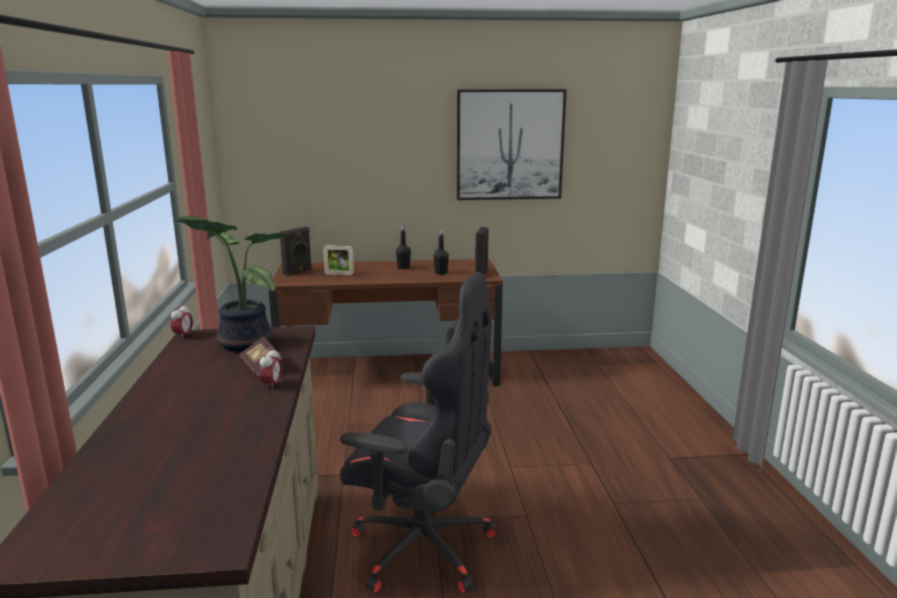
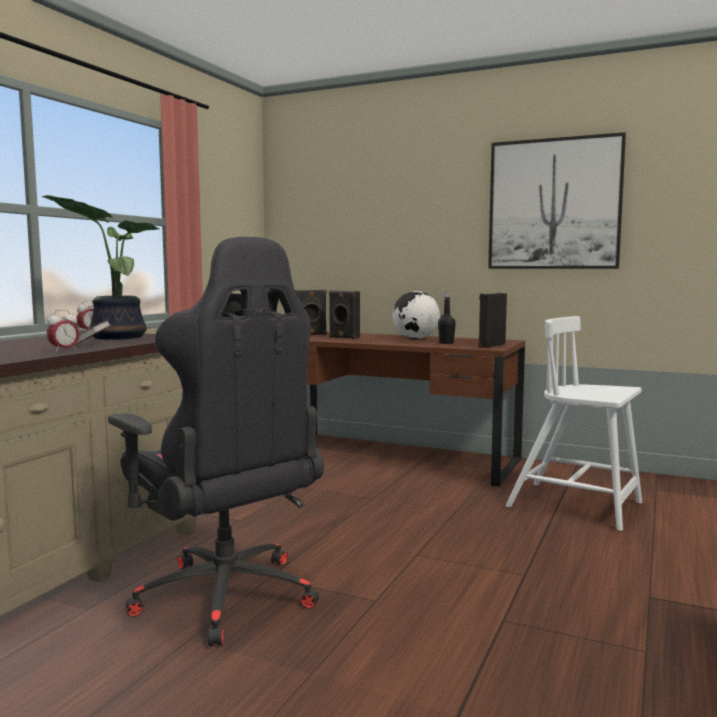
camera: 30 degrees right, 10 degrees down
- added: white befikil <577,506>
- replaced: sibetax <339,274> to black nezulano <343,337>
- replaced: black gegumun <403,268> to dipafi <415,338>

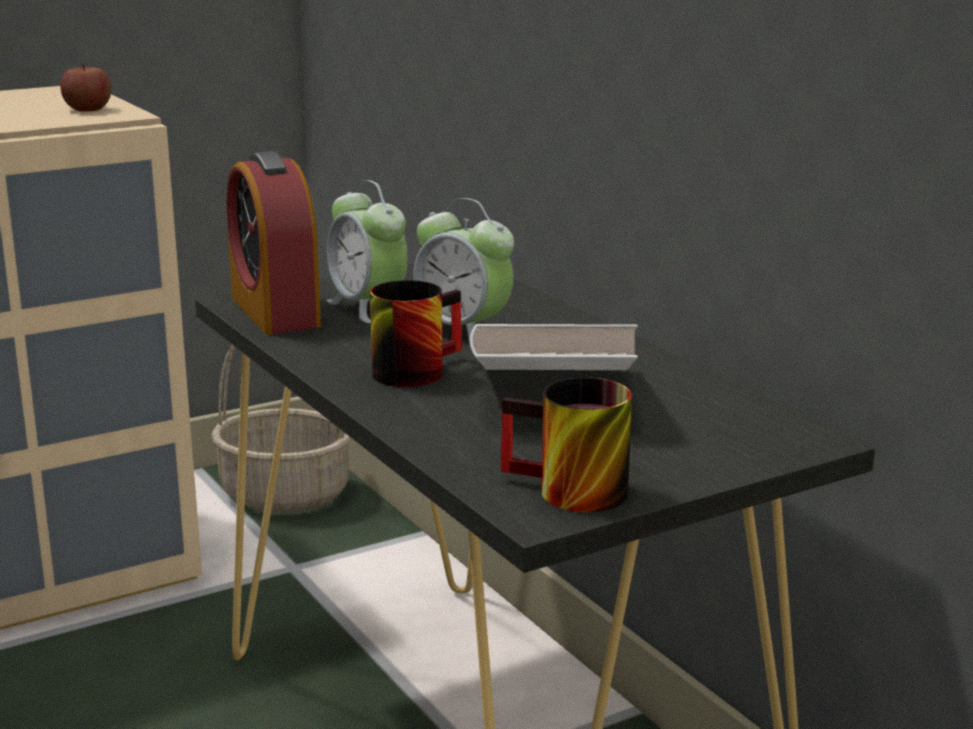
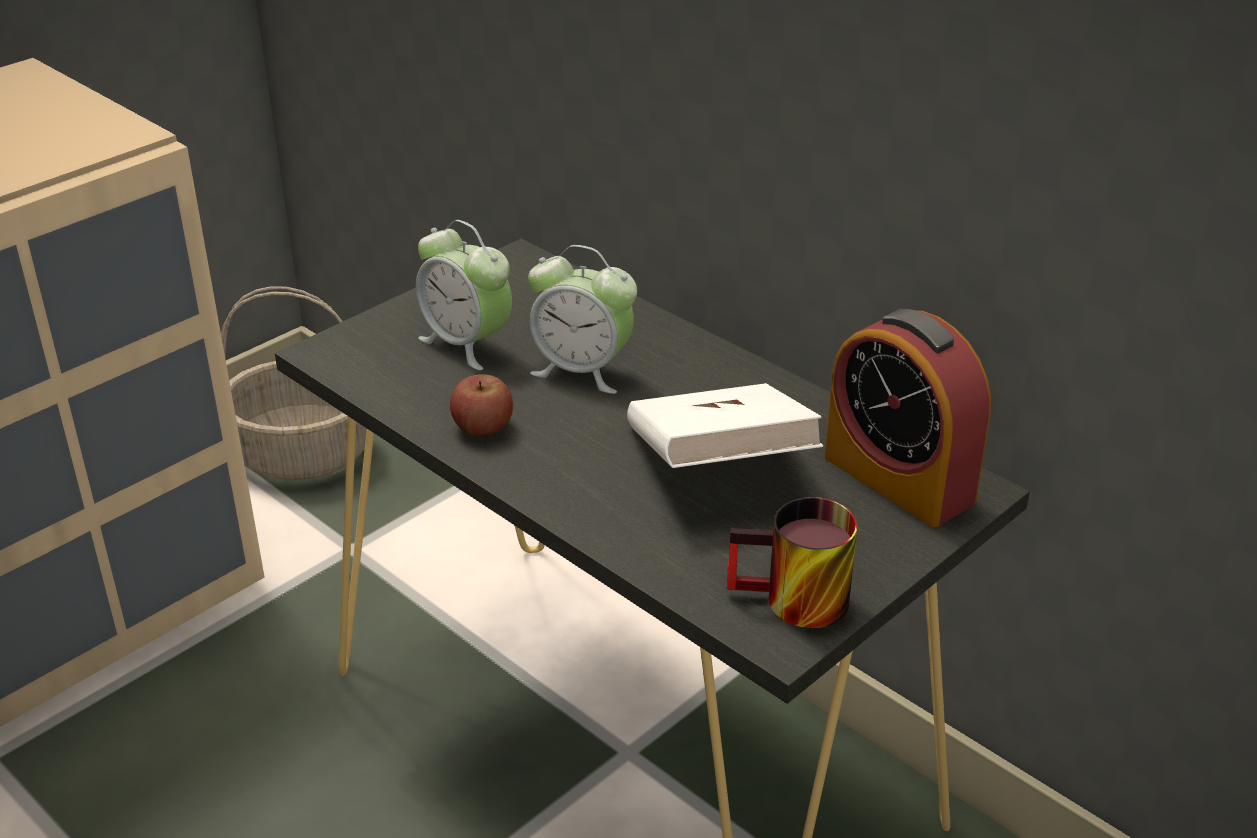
camera: 15 degrees left, 15 degrees up
- removed: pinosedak <413,369>
- moved: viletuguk <88,109> to <483,427>
- moved: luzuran <275,312> to <898,479>

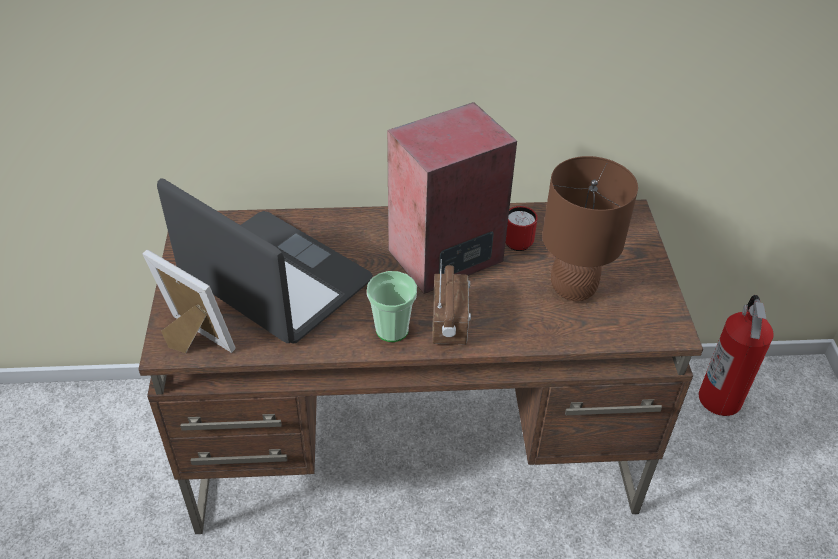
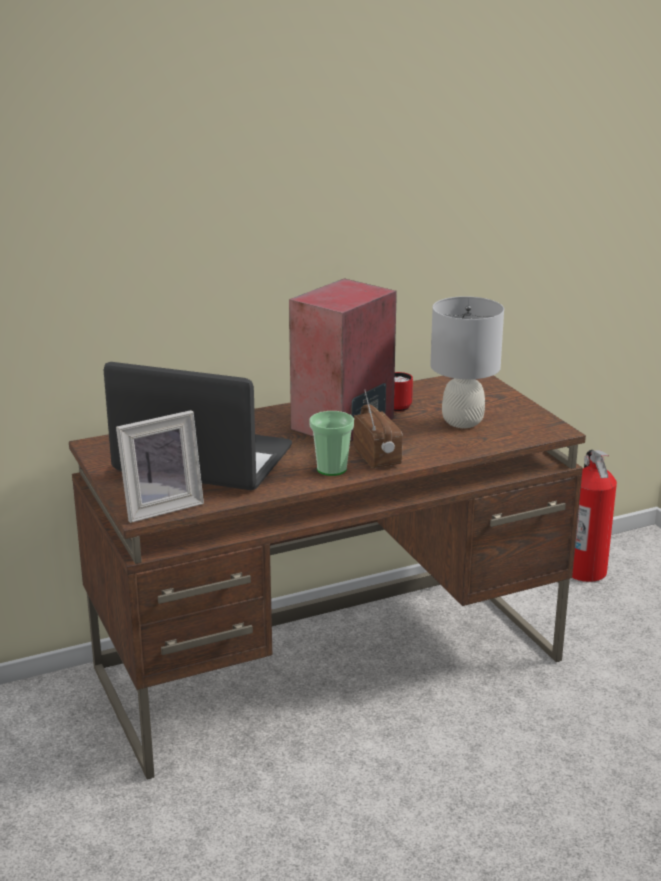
camera: 20 degrees left, 20 degrees down
- recoloured: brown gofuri <570,289> to grey gofuri <460,423>
- turned: sibetax <192,342> = <160,507> 135 degrees clockwise

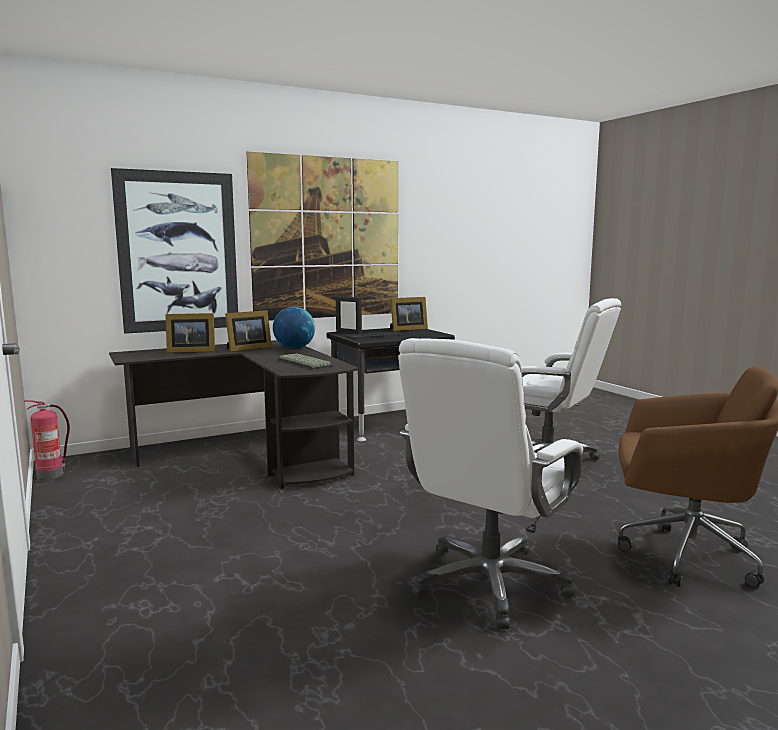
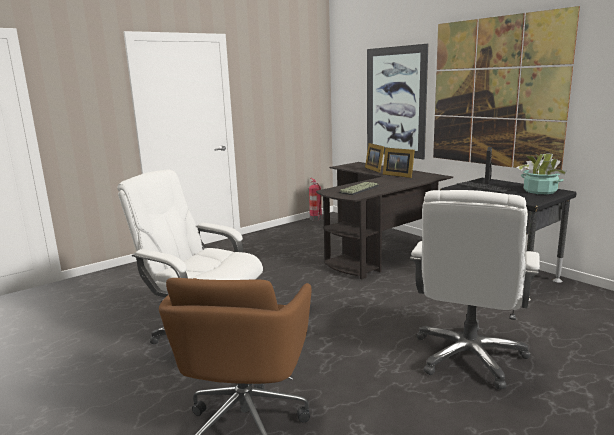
camera: 80 degrees right, 5 degrees up
- removed: dipafi <294,348>
- replaced: sibetax <407,329> to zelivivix <540,191>

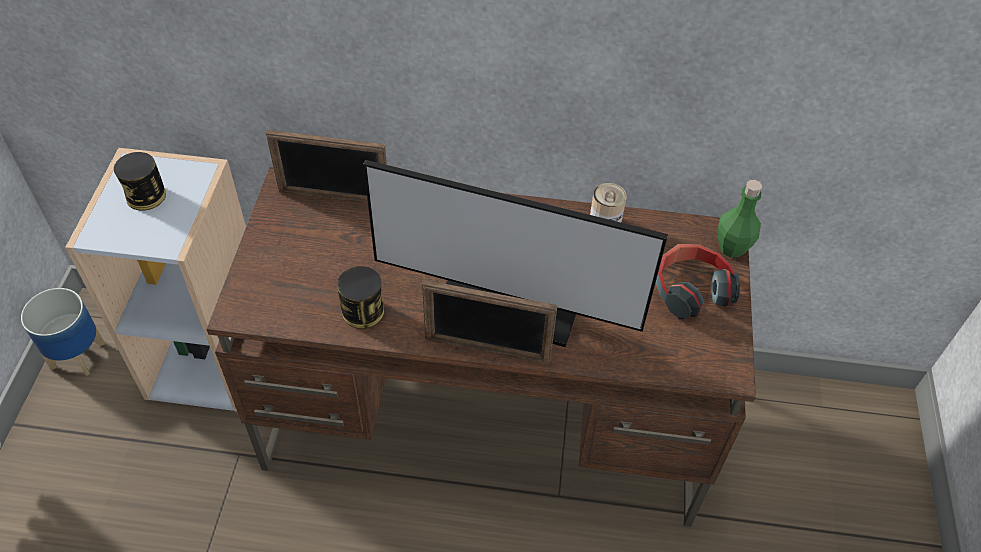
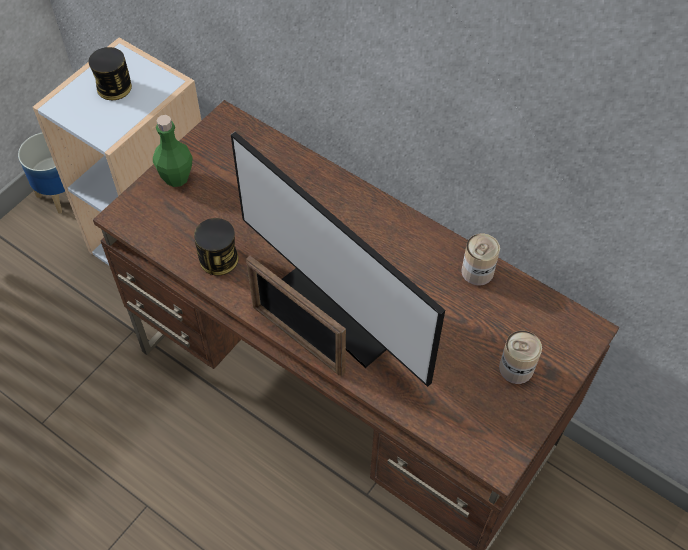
camera: 30 degrees right, 5 degrees up
- removed: sibetax <334,198>
- moved: green gegumun <732,248> to <176,177>
- replaced: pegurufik <691,289> to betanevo <516,368>

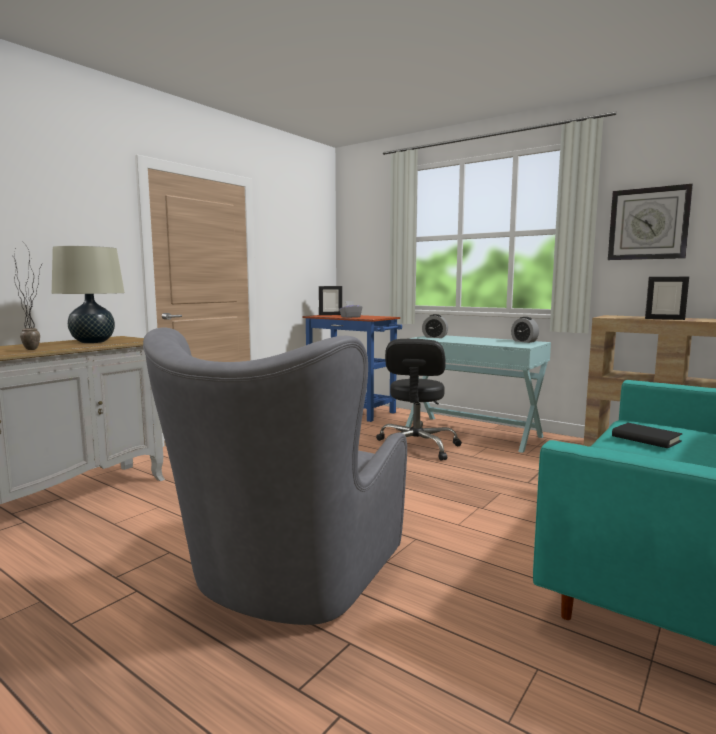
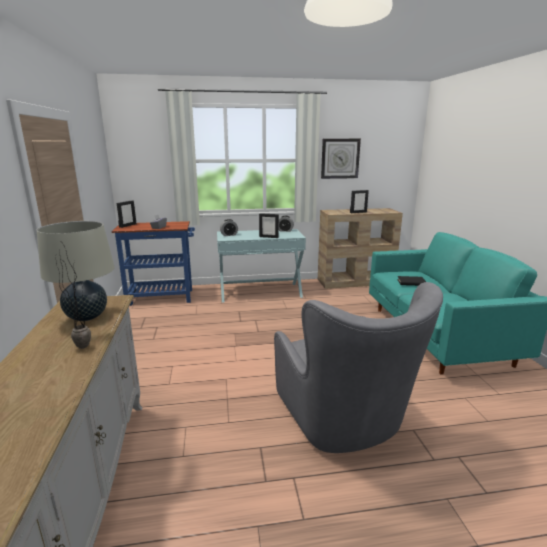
camera: 45 degrees left, 10 degrees up
- removed: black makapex <415,448>
- added: sibetax <269,237>

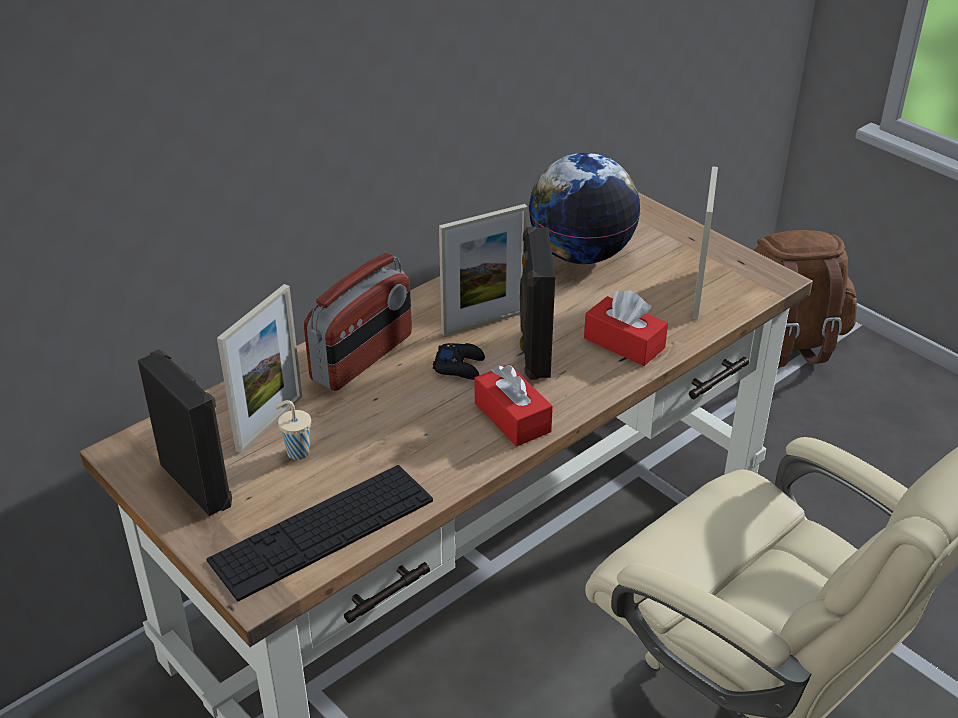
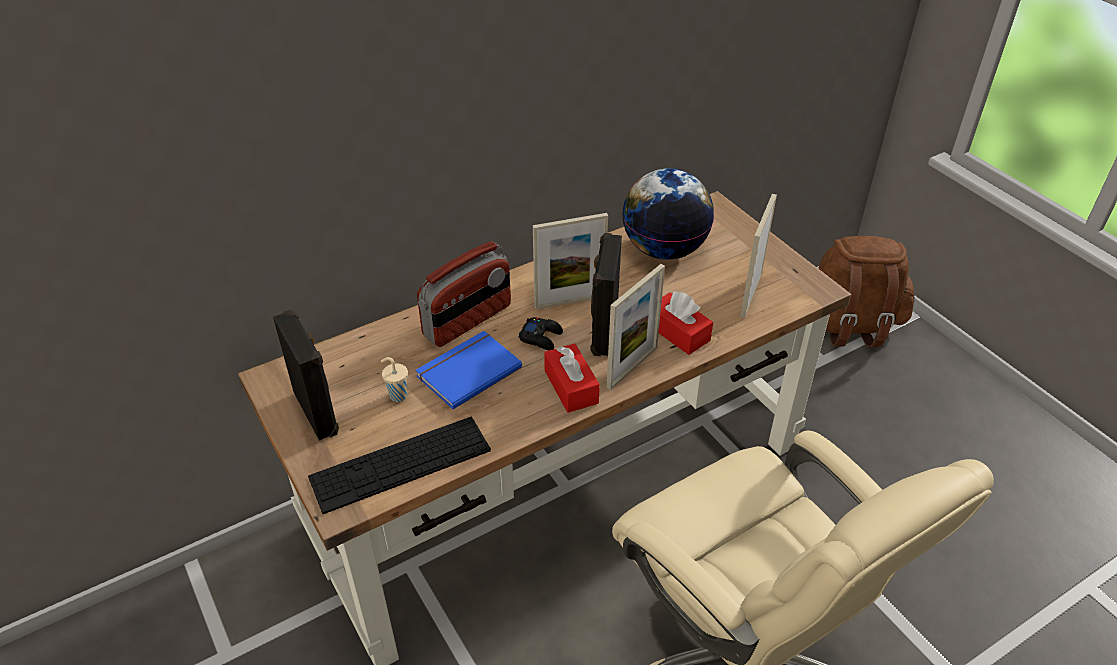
camera: 10 degrees right, 5 degrees up
- added: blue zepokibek <467,371>
- moved: sibetax <270,423> to <632,367>

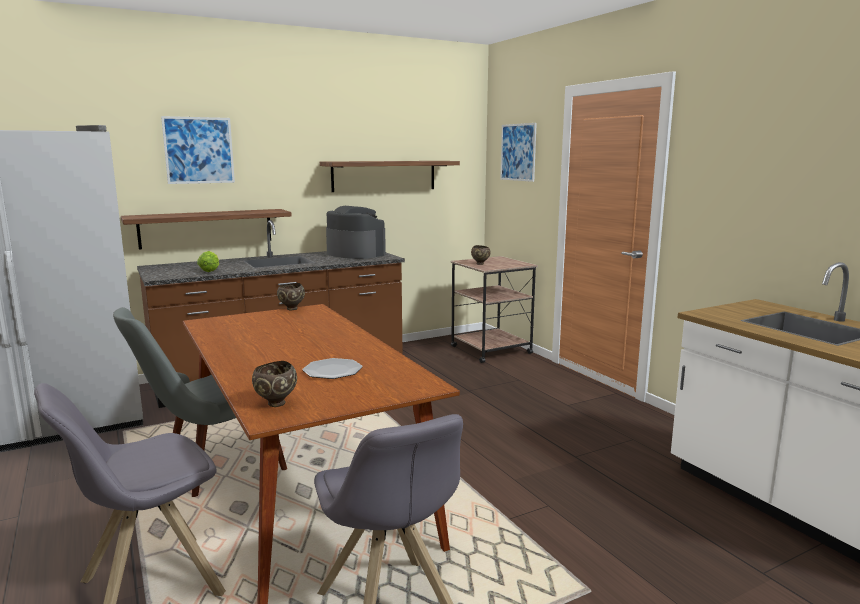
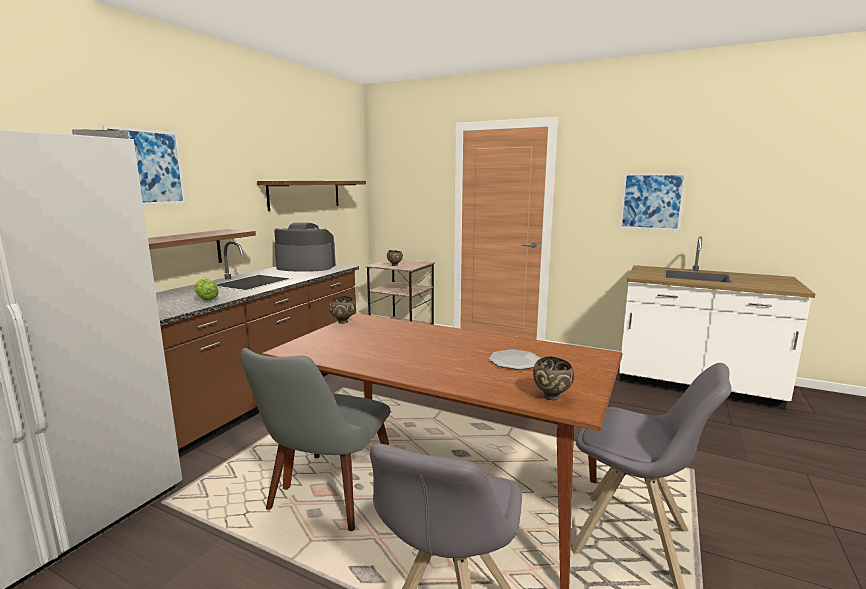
camera: 35 degrees left, 0 degrees up
- moved: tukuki <518,152> to <651,201>

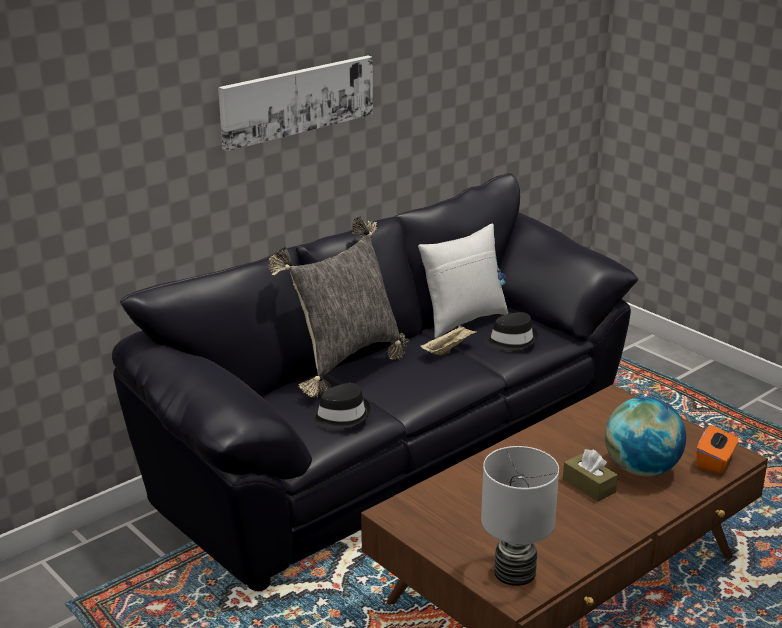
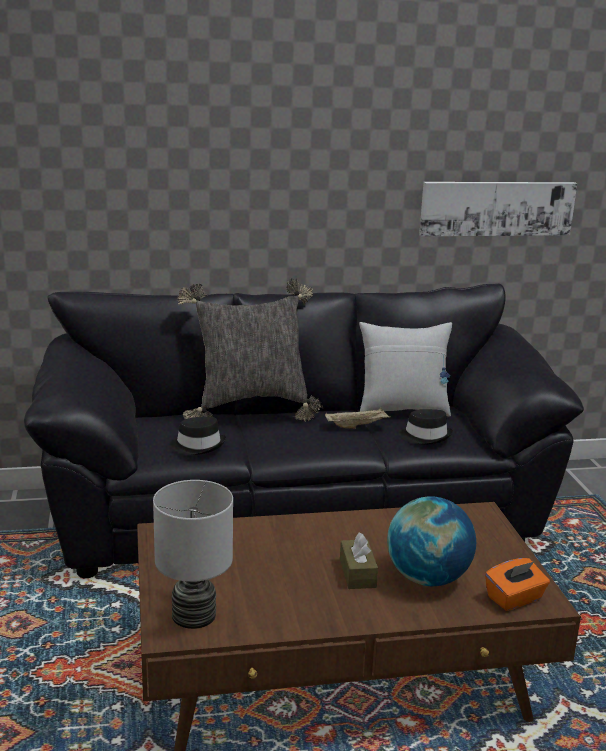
camera: 30 degrees right, 5 degrees down
- moved: tukuki <297,100> to <497,208>

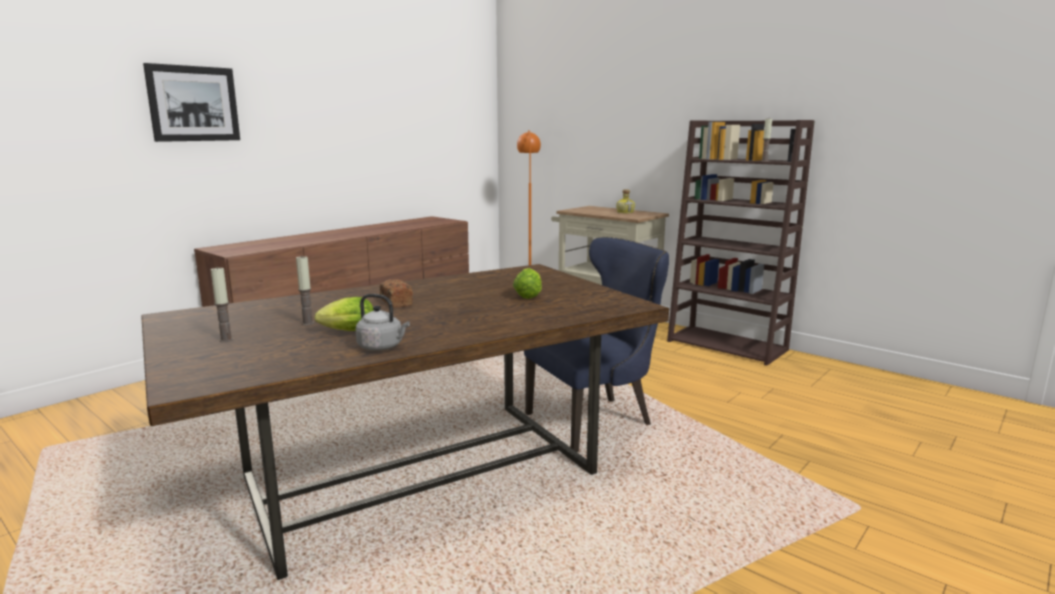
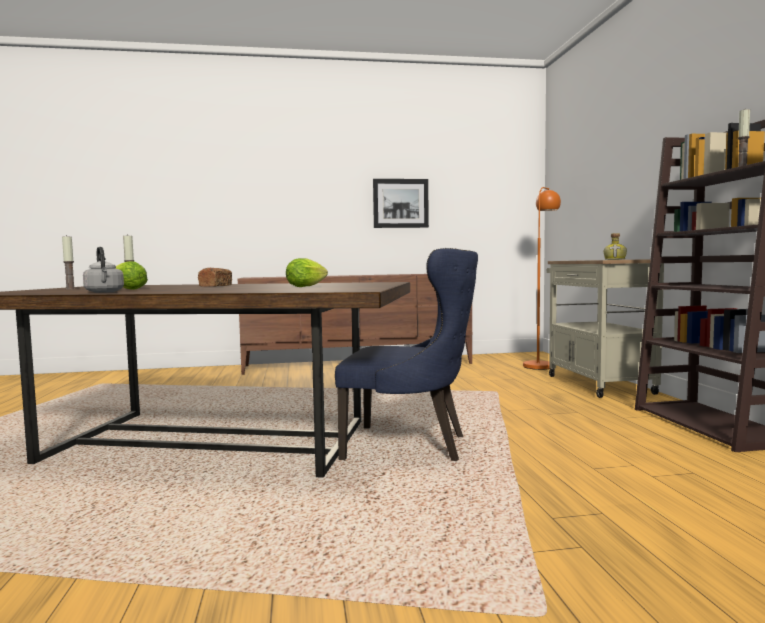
camera: 40 degrees right, 10 degrees down
- moved: tukuki <194,103> to <400,203>

